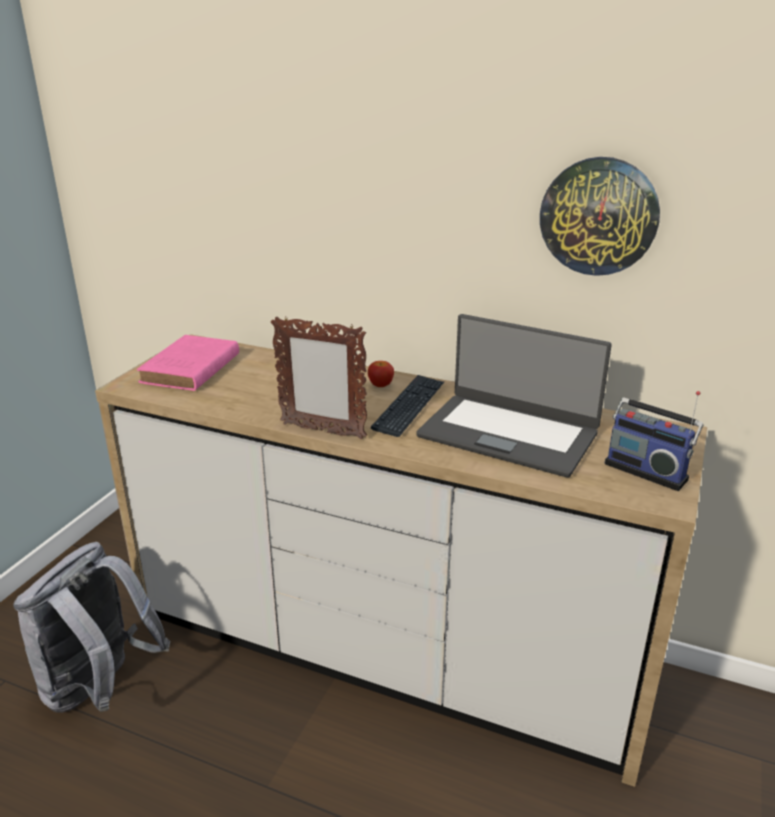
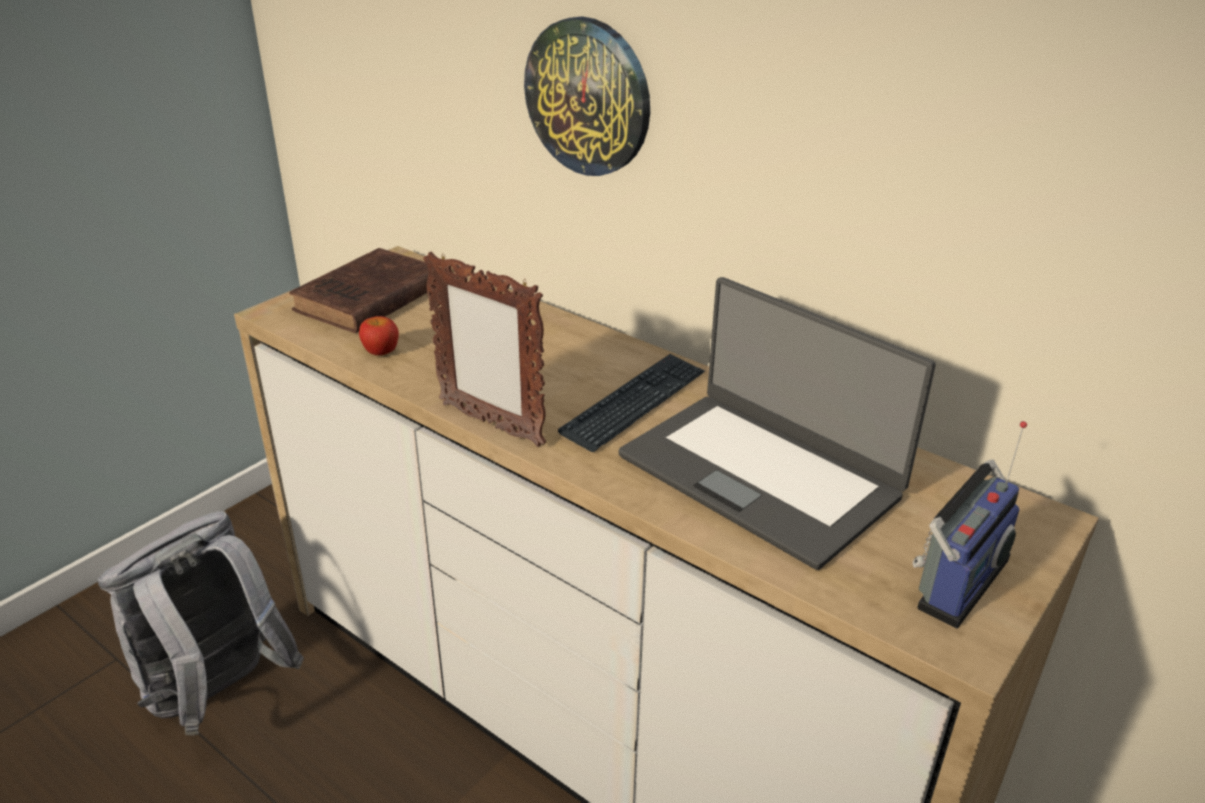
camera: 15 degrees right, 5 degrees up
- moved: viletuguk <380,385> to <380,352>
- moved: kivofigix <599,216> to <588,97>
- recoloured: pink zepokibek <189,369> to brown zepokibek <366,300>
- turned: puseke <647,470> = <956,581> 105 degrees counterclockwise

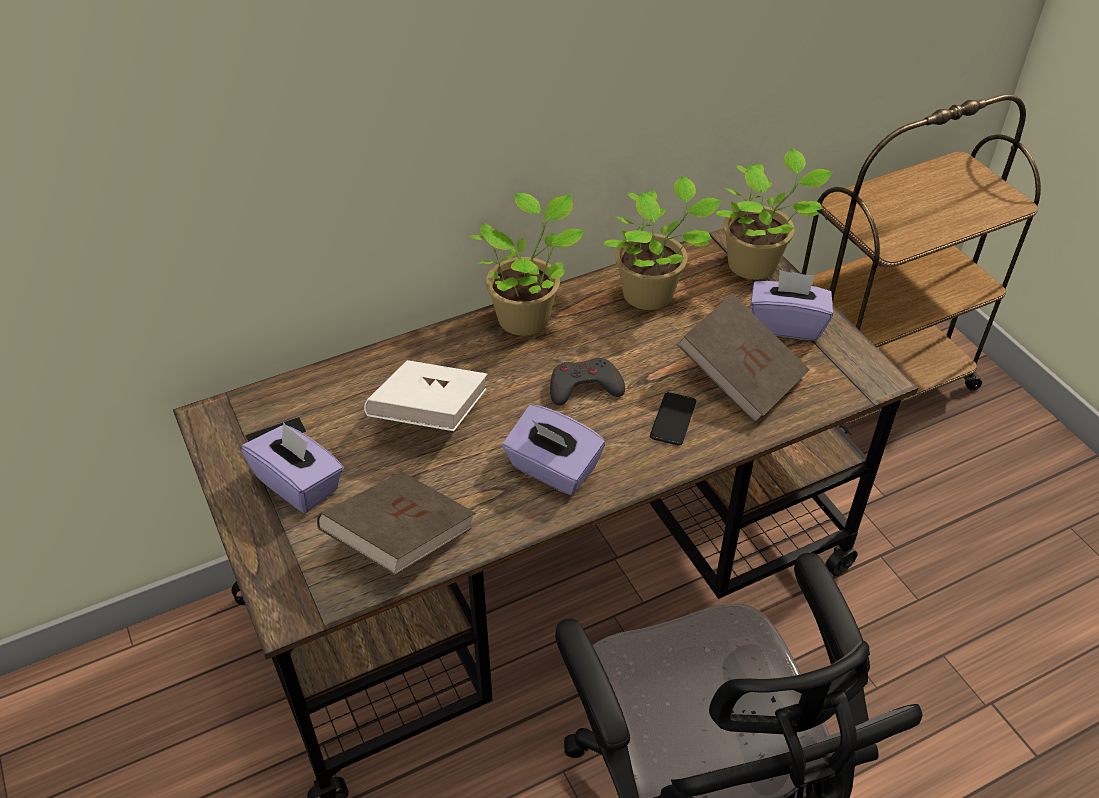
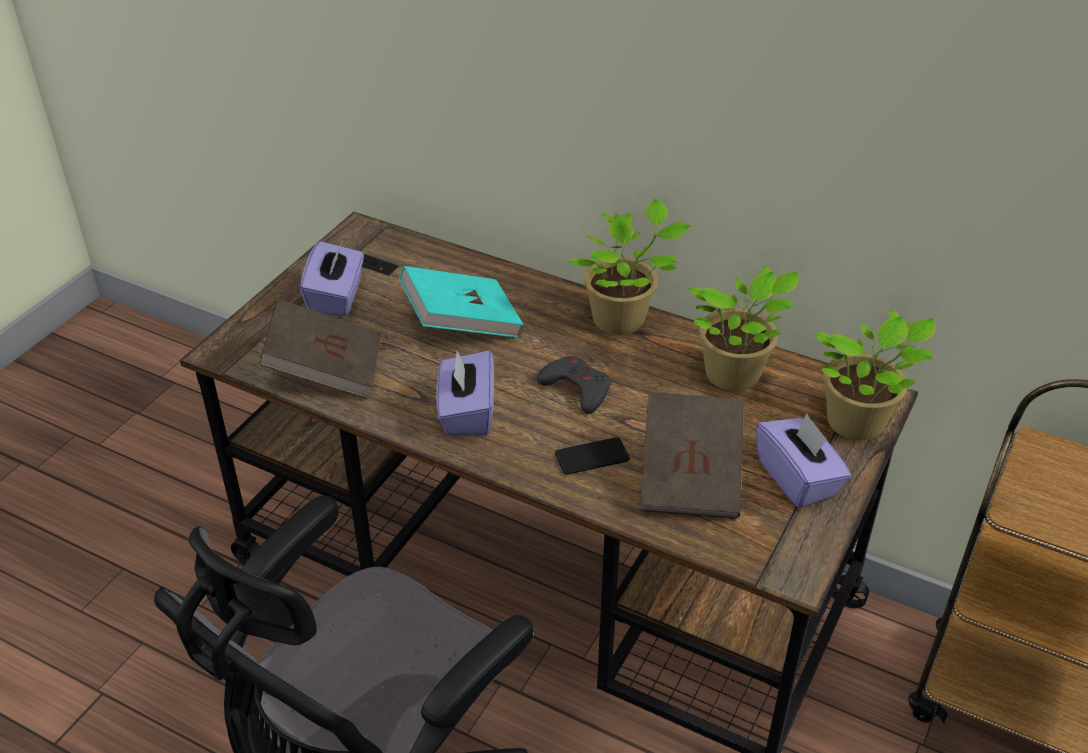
camera: 55 degrees right, 5 degrees down
- recoloured: white zepokibek <430,415> to turquoise zepokibek <461,323>

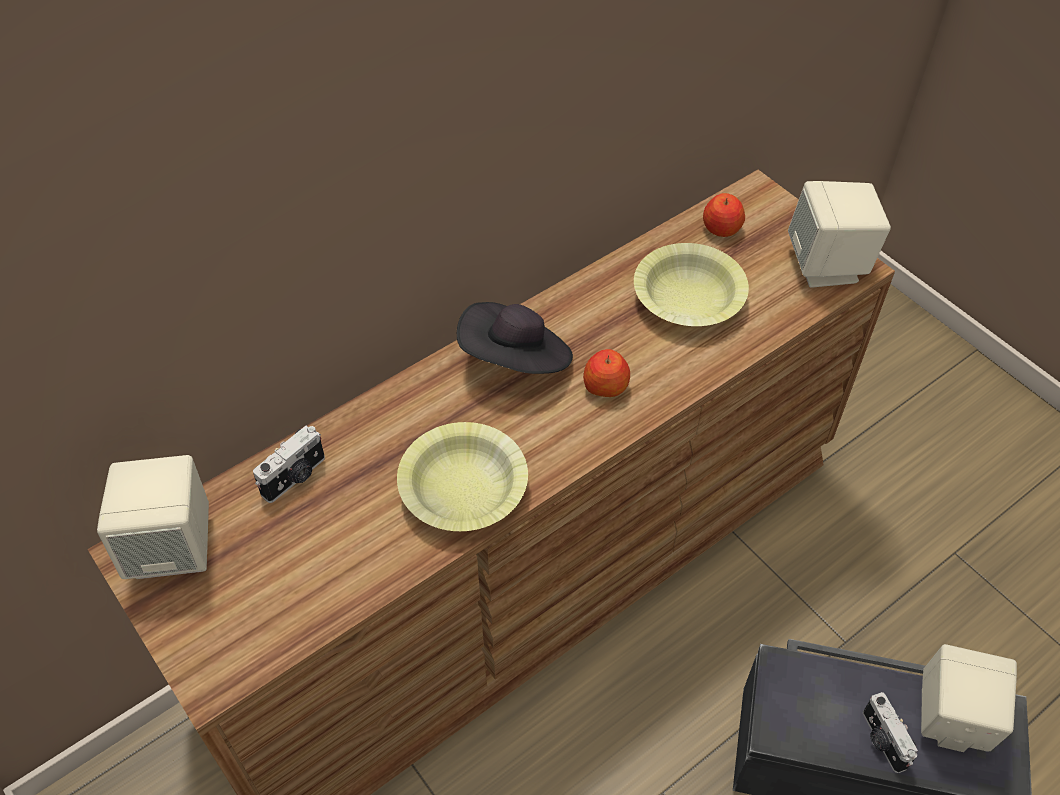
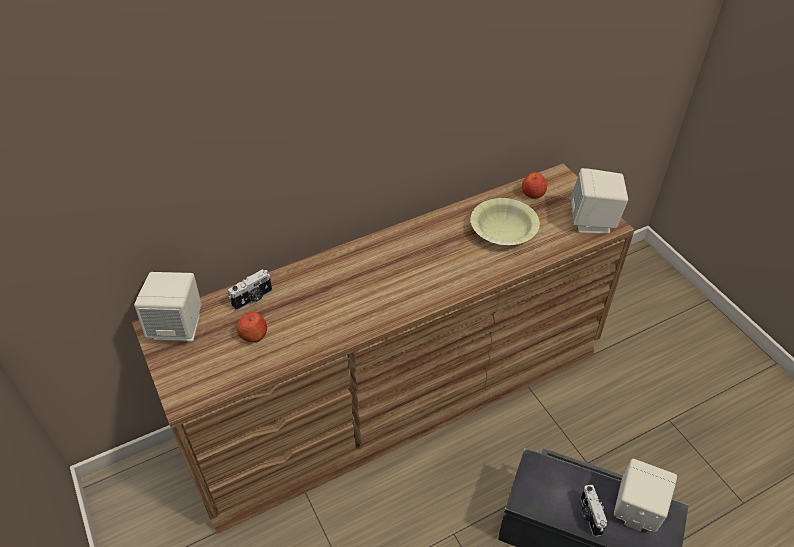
camera: 10 degrees right, 5 degrees down
- removed: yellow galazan <464,488>
- removed: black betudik <516,360>
- moved: viletuguk <605,386> to <253,335>

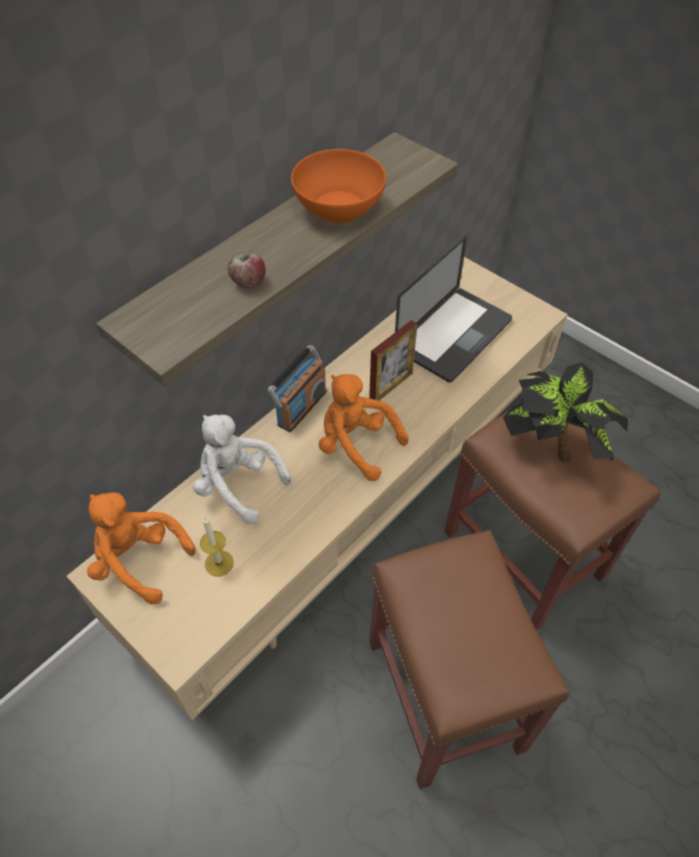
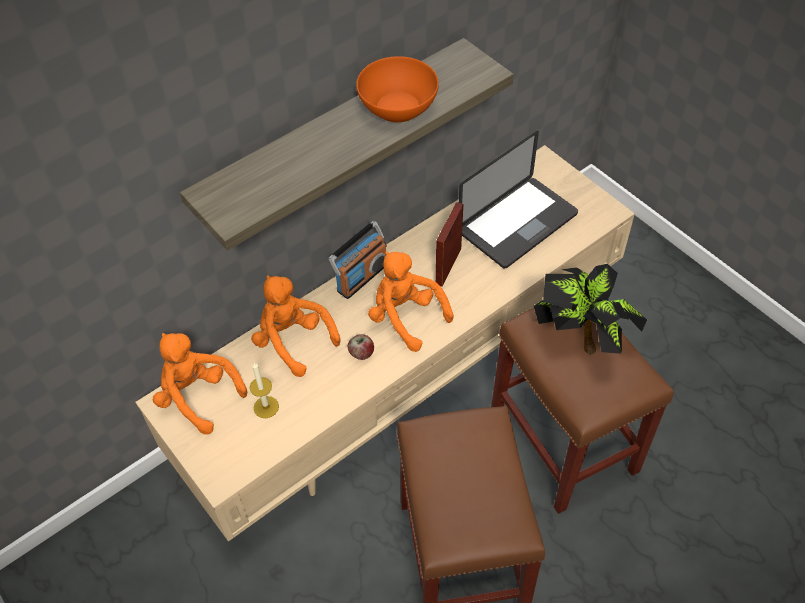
camera: 10 degrees right, 0 degrees up
- moved: viletuguk <249,282> to <361,353>
- recoloured: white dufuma <238,484> to orange dufuma <293,341>
- turned: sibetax <391,386> = <448,266> 150 degrees clockwise

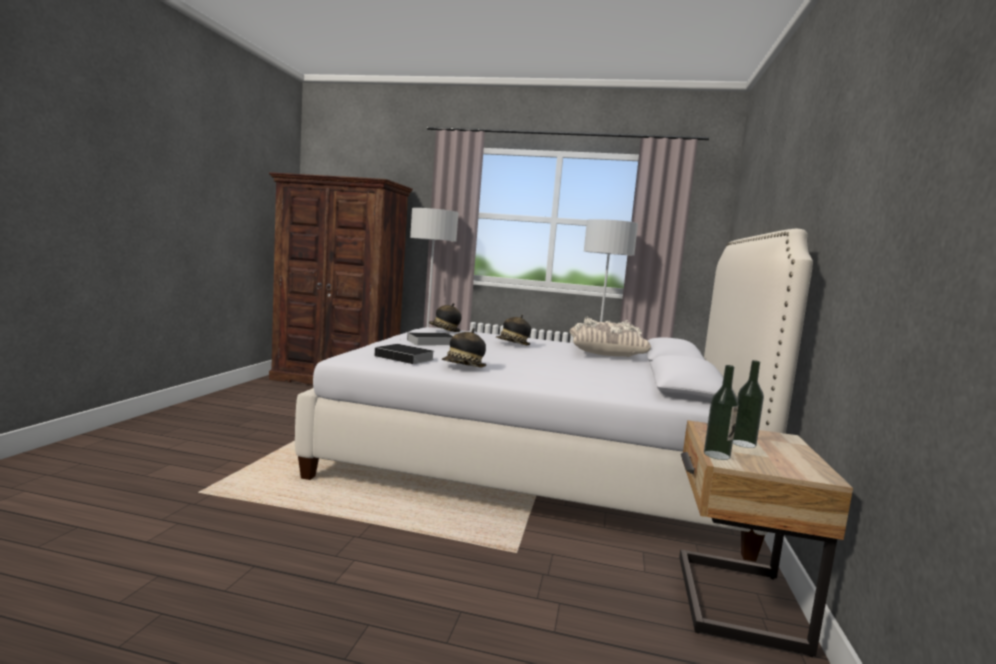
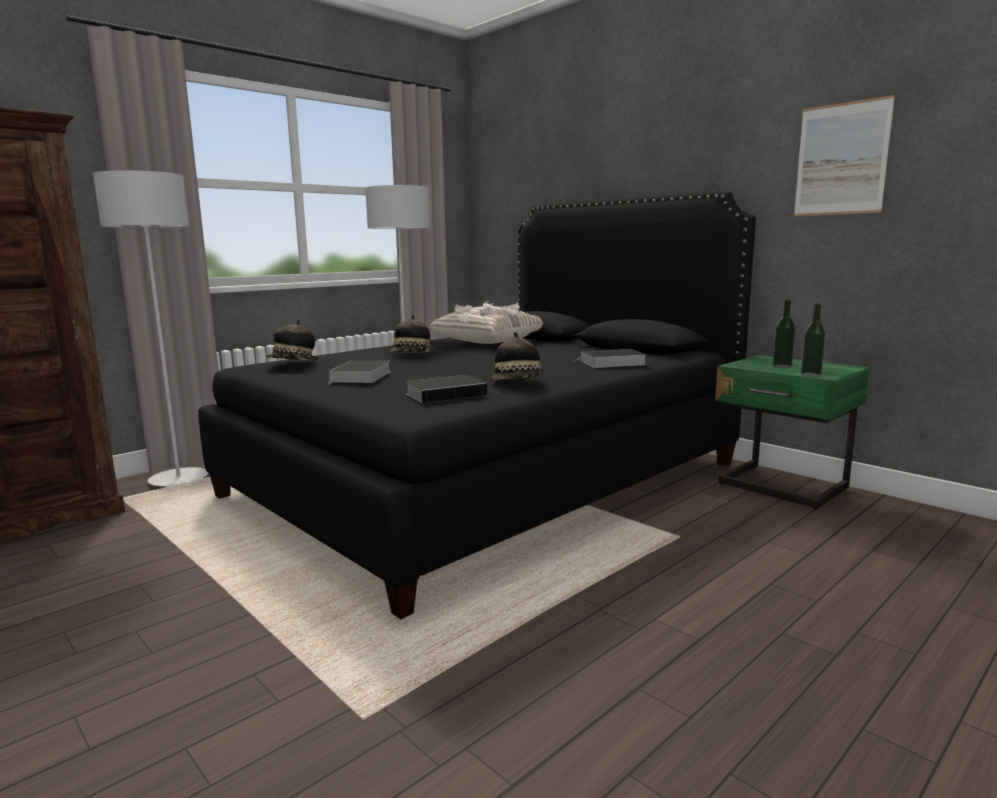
camera: 55 degrees left, 5 degrees up
- added: zepokibek <611,363>
- added: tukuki <841,159>
- recoloured: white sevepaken <536,460> to black sevepaken <487,478>
- recoloured: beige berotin <733,602> to green berotin <781,487>

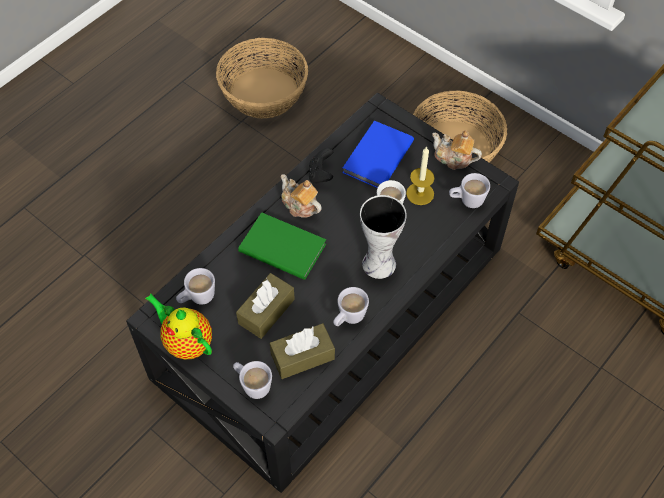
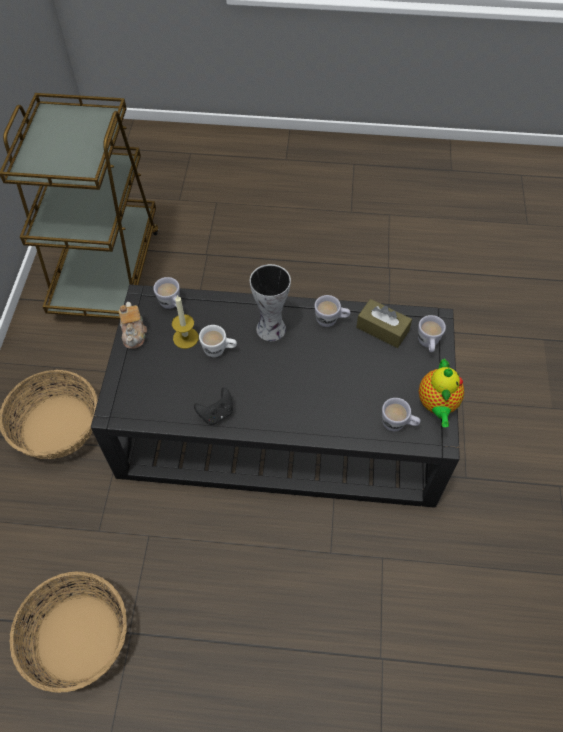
camera: 125 degrees left, 0 degrees up
- removed: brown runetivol <266,311>
- removed: green zepokibek <282,246>
- removed: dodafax <299,205>
- removed: blue zepokibek <376,157>

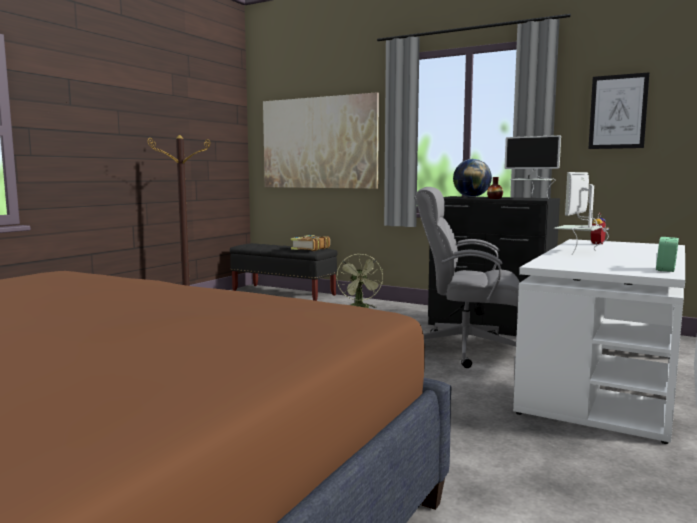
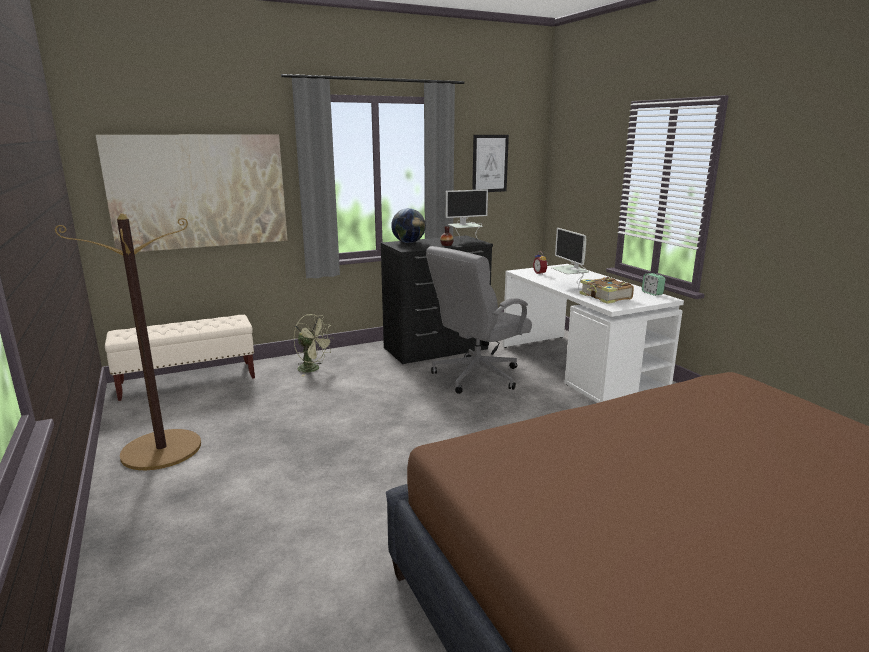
camera: 55 degrees left, 10 degrees up
- moved: zepokibek <310,249> to <605,297>
- recoloured: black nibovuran <283,293> to beige nibovuran <188,381>

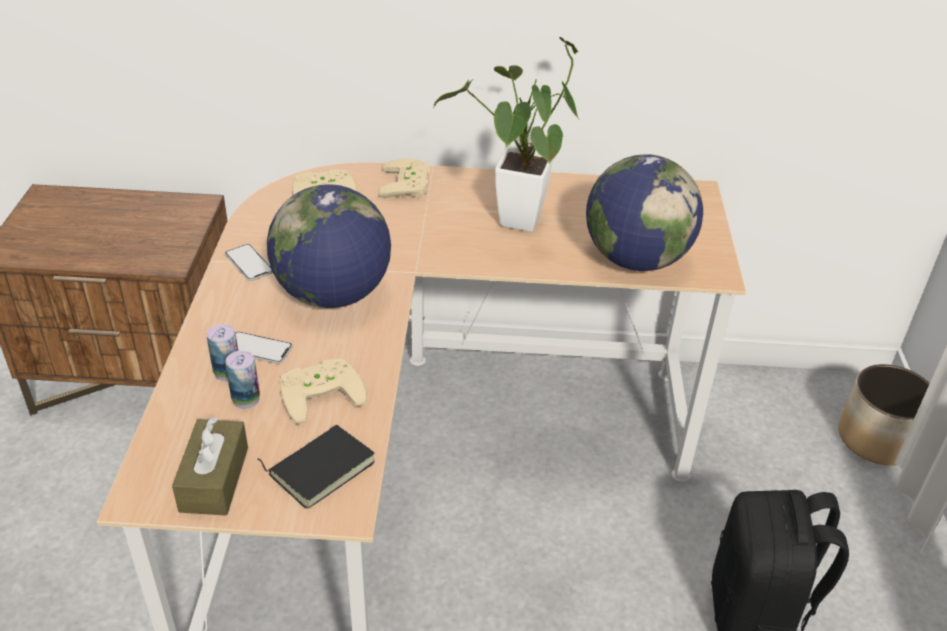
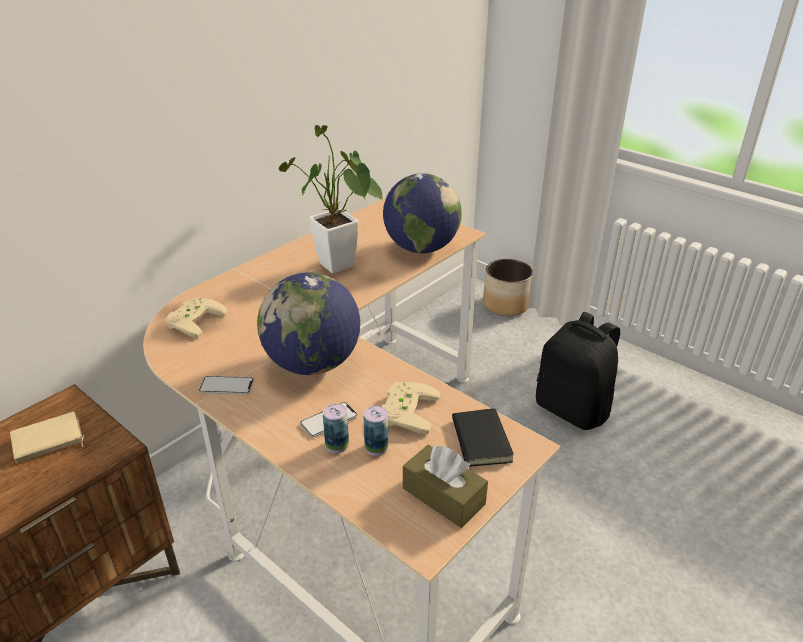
camera: 50 degrees left, 5 degrees down
- removed: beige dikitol <409,184>
- added: beige zepokibek <48,441>

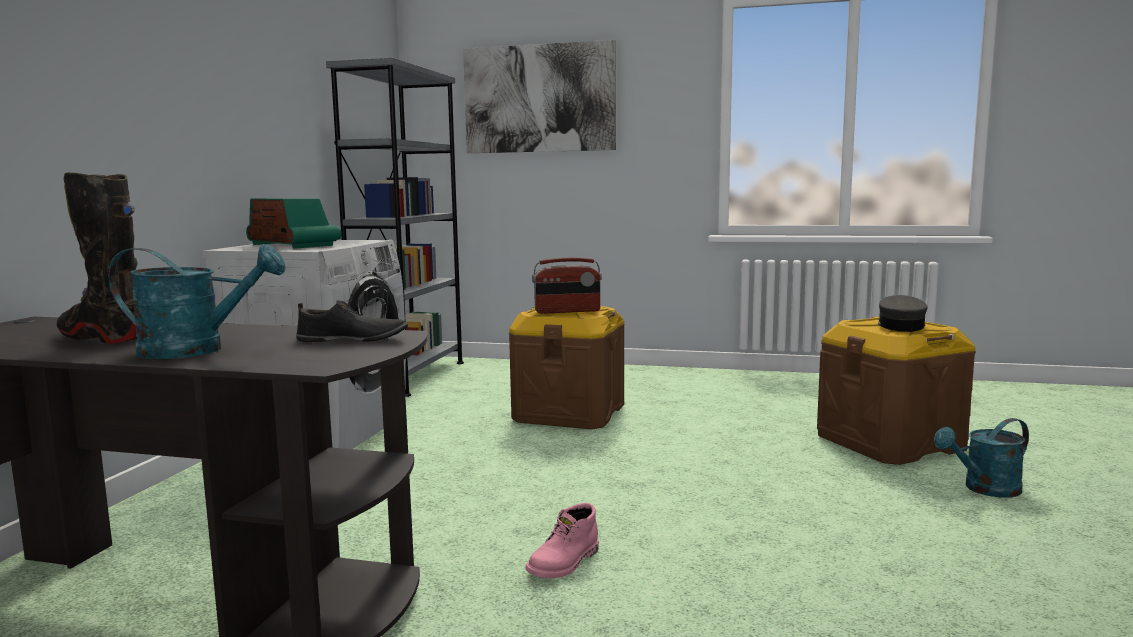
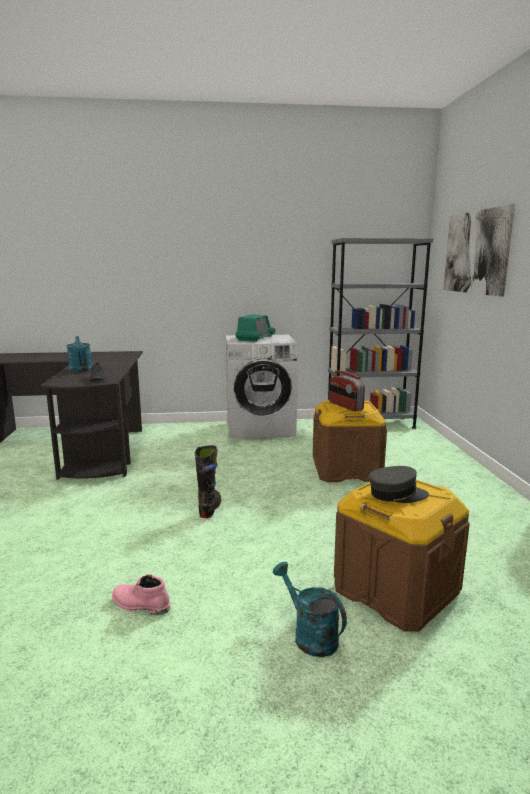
camera: 70 degrees right, 5 degrees up
- moved: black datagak <104,337> to <210,508>
- moved: pink datagak <565,563> to <140,605>

